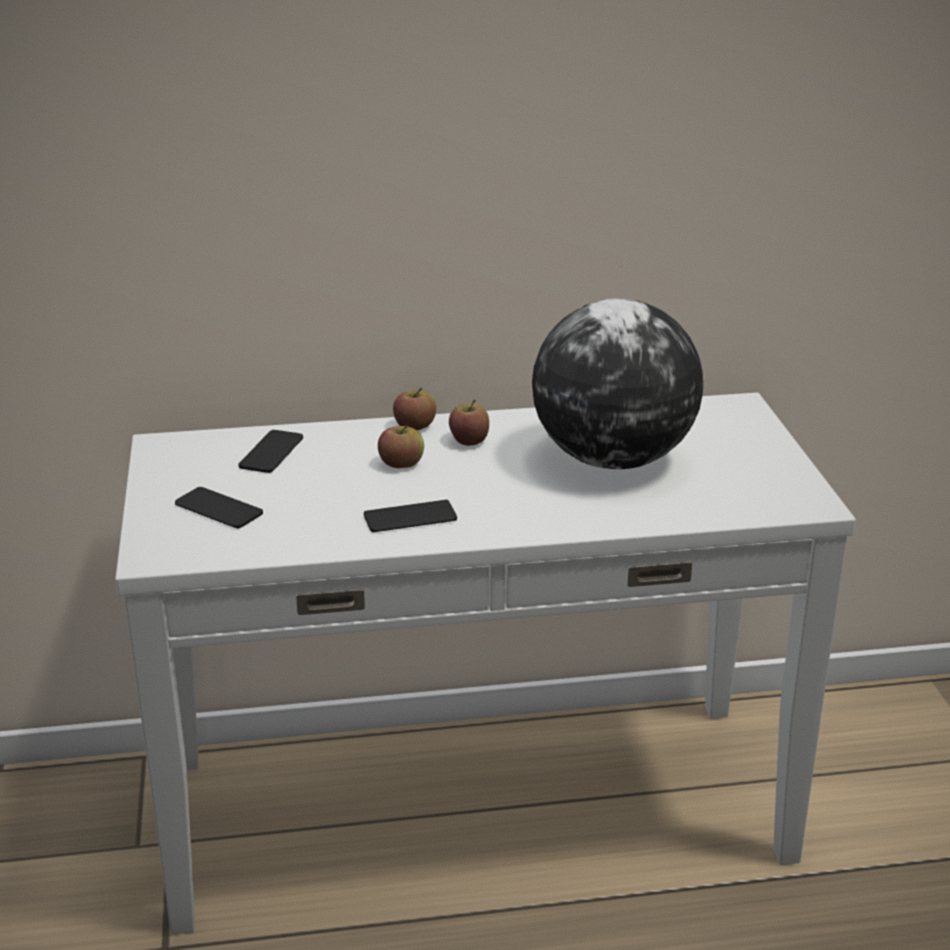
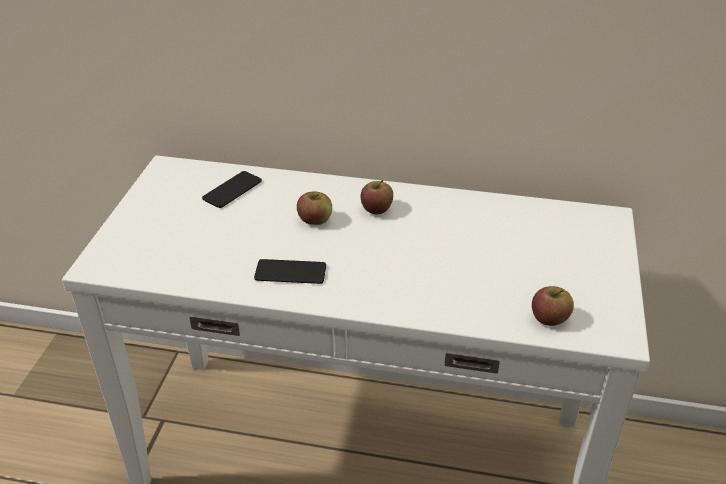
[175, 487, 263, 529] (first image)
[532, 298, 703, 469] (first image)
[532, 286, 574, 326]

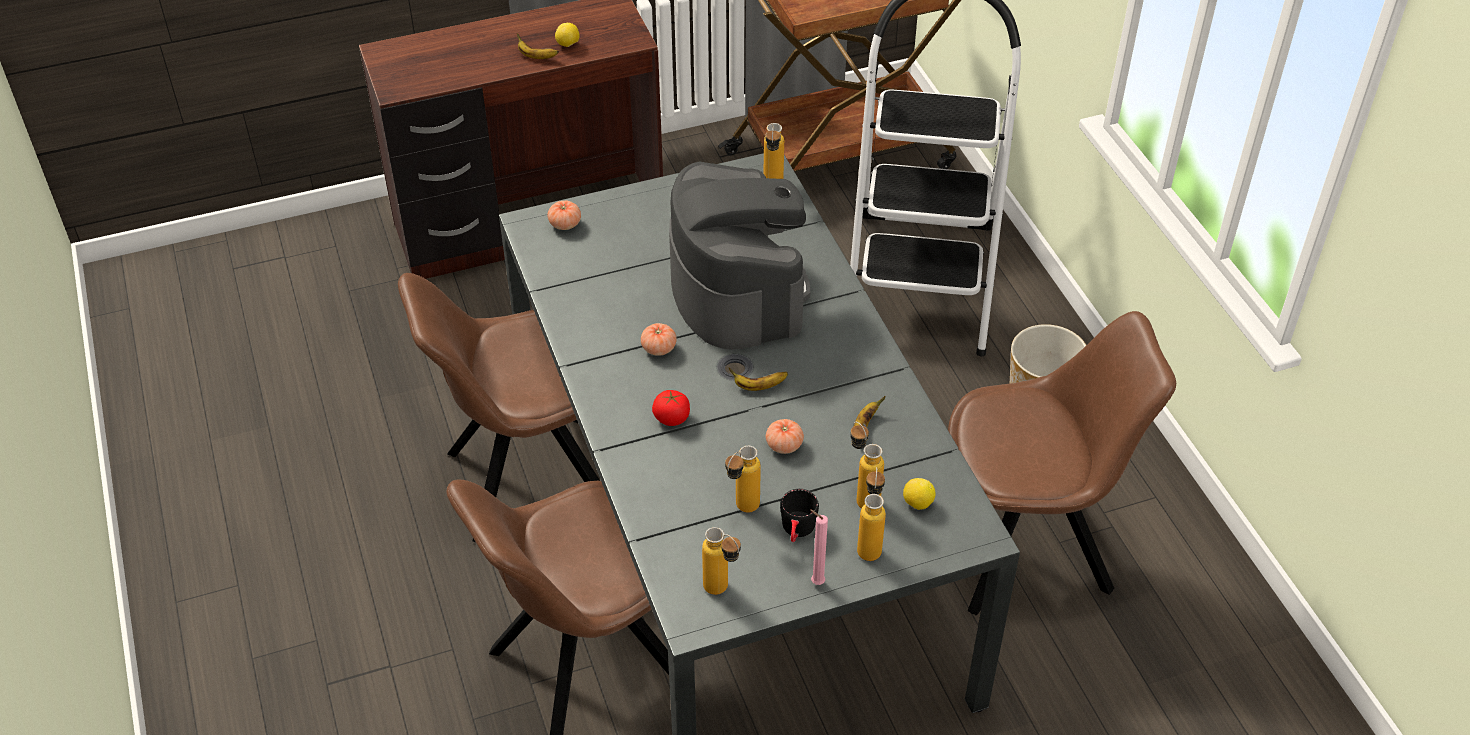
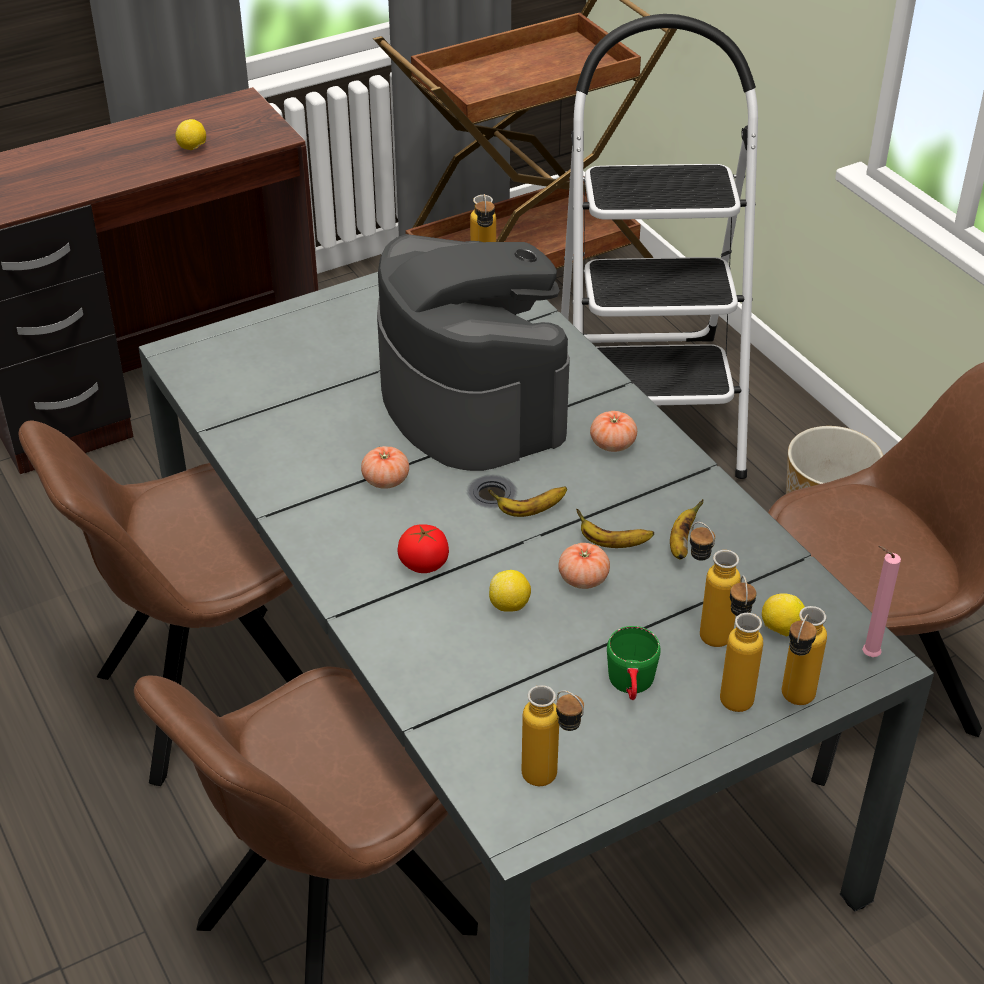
[489, 570, 531, 612]
[576, 509, 654, 548]
[590, 411, 637, 452]
[782, 606, 827, 705]
[862, 546, 901, 657]
[607, 626, 661, 700]

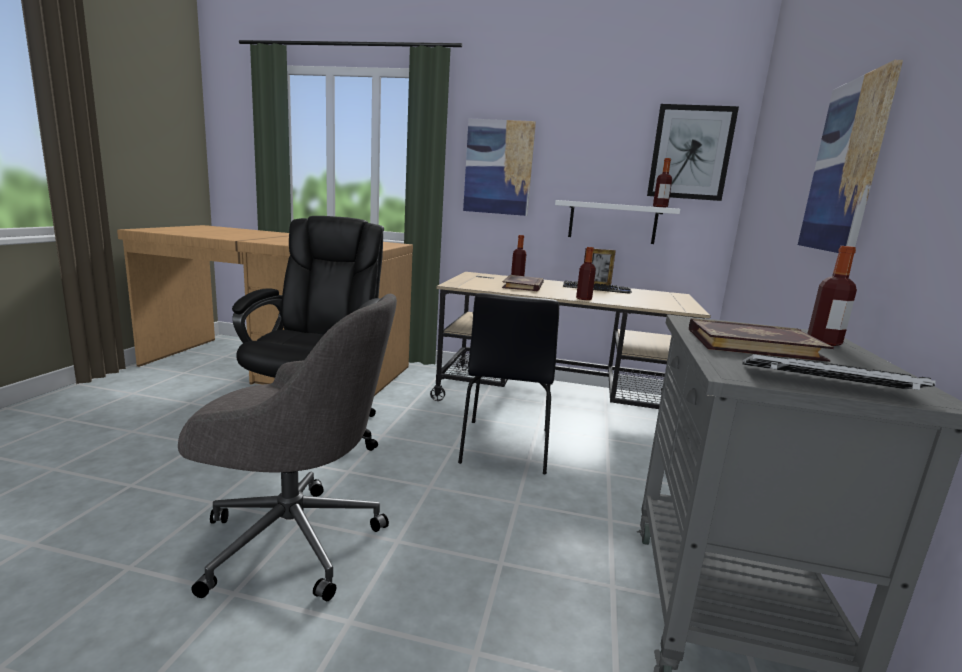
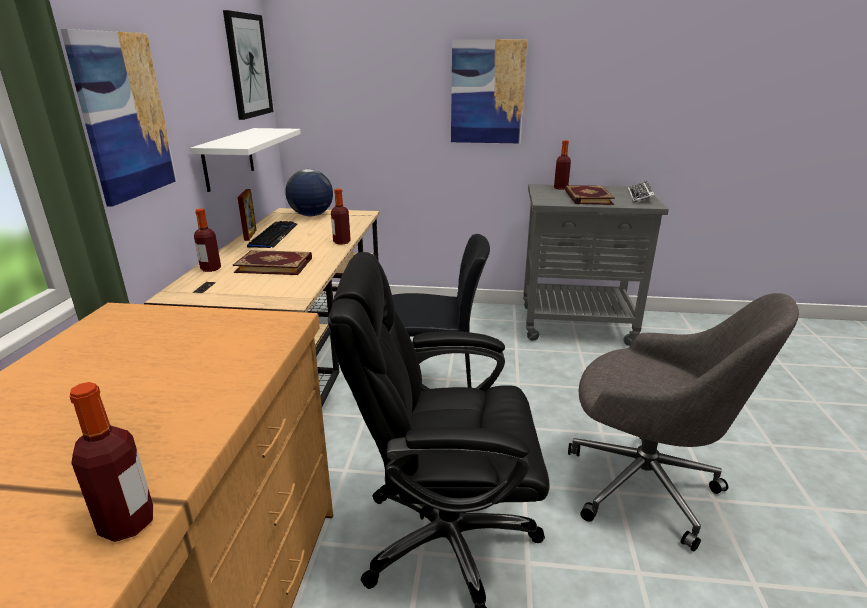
[285, 169, 333, 216]
[69, 382, 153, 542]
[568, 293, 799, 552]

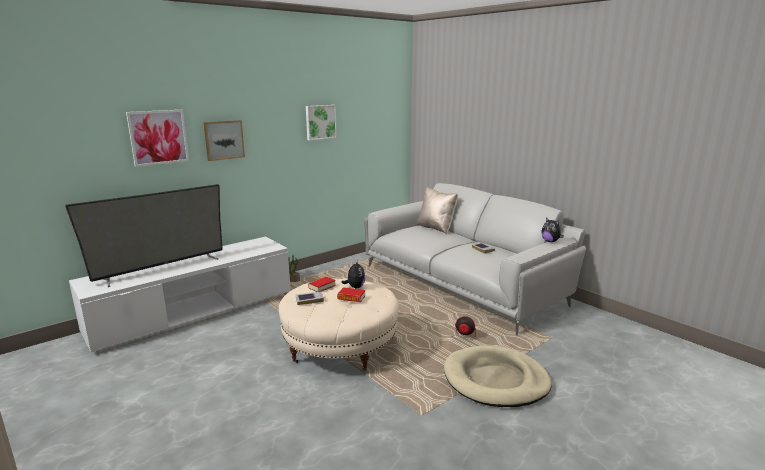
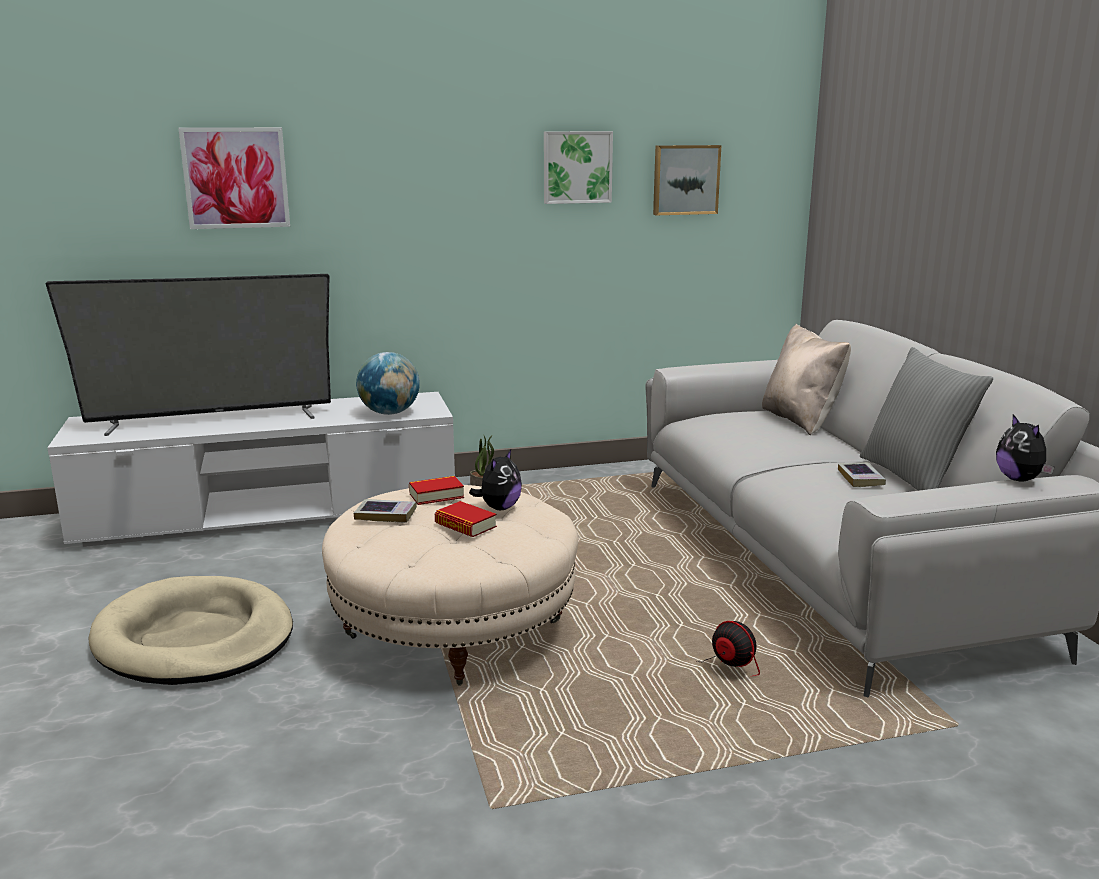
[356, 352, 420, 415]
[860, 347, 993, 491]
[653, 145, 721, 215]
[89, 576, 293, 685]

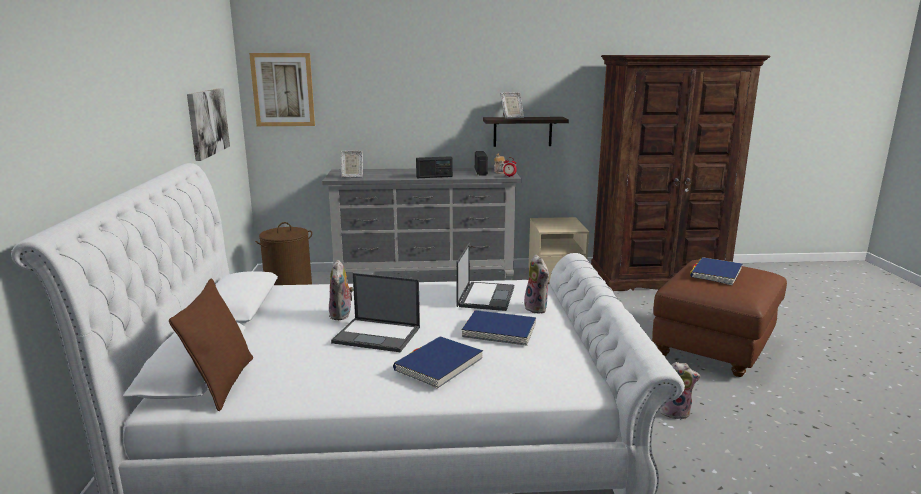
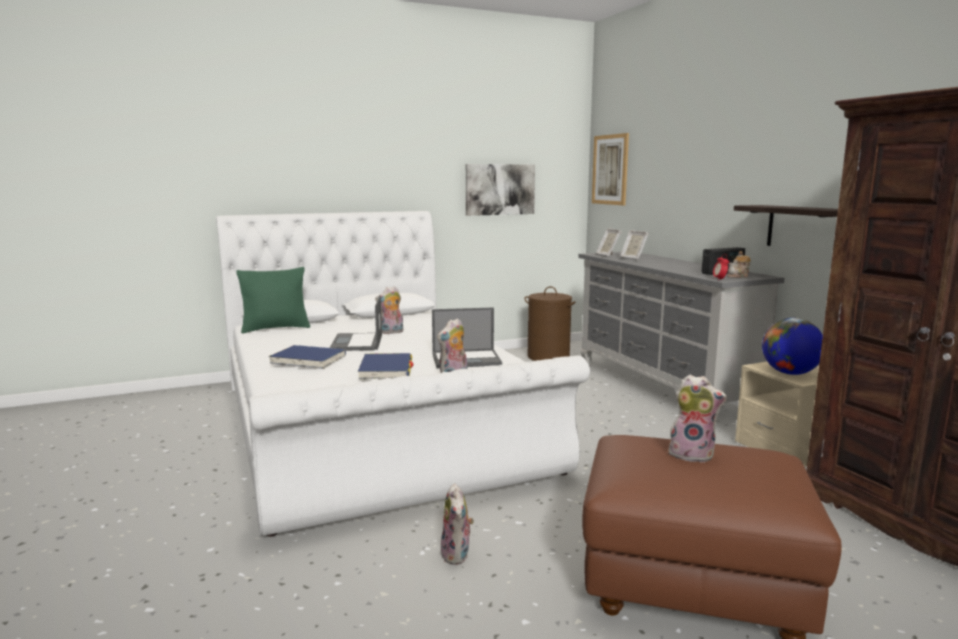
[416, 156, 453, 178] (first image)
[762, 318, 823, 375]
[620, 230, 649, 260]
[667, 374, 727, 463]
[236, 267, 310, 333]

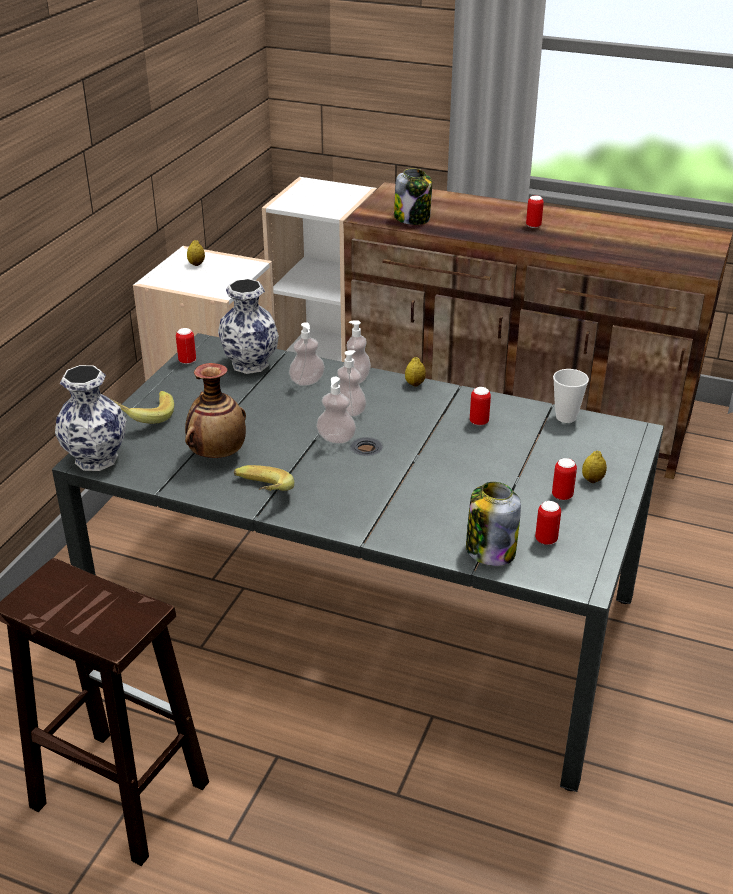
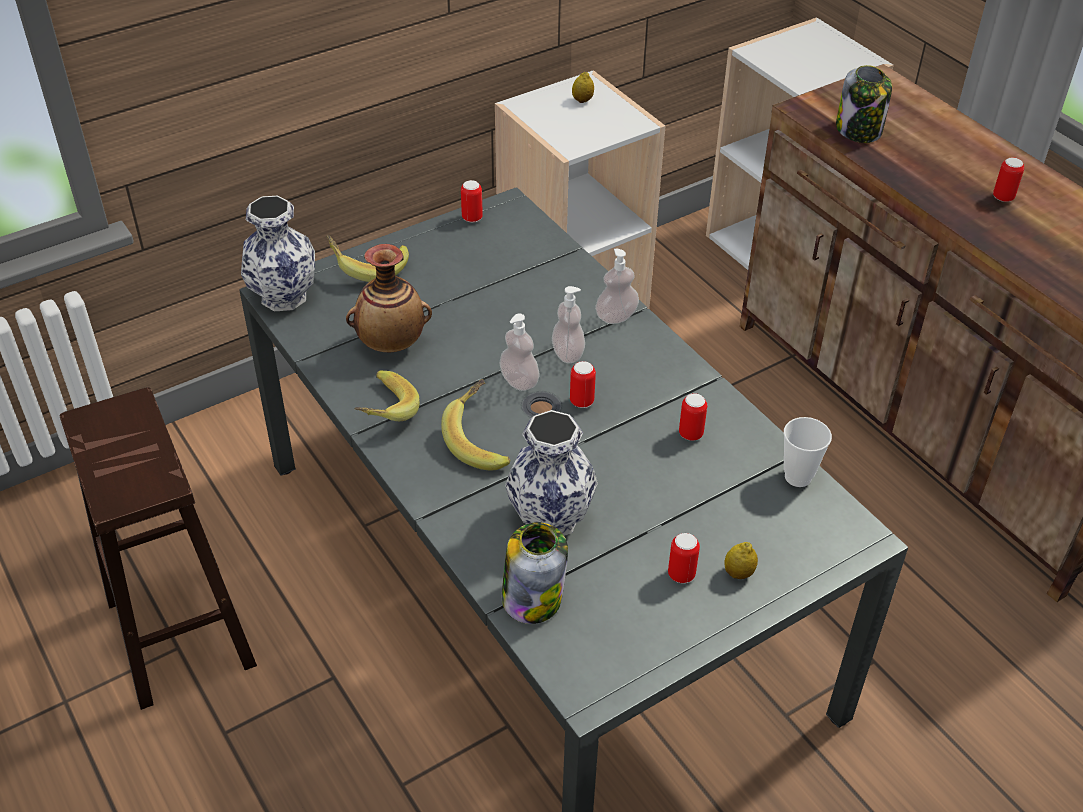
[289, 322, 325, 386] (first image)
[405, 357, 426, 387] (first image)
[441, 379, 511, 471]
[505, 410, 598, 536]
[570, 361, 596, 408]

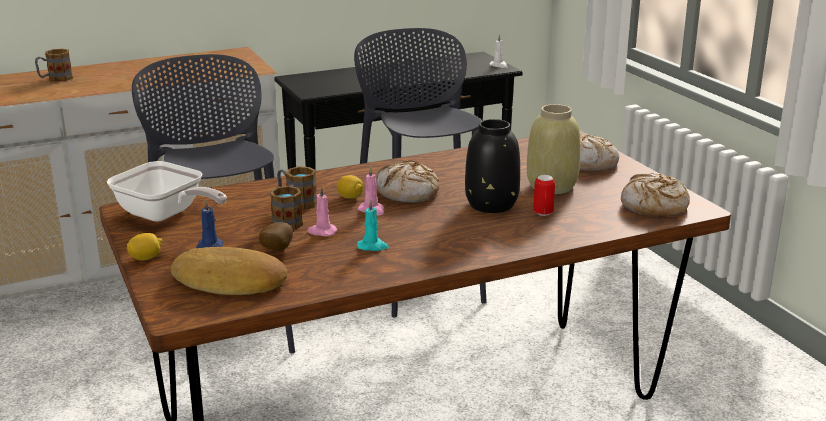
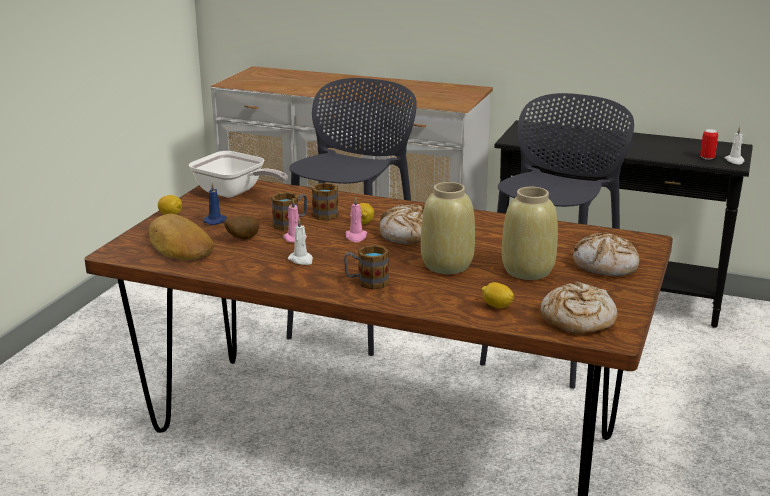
[481, 282, 514, 308]
[344, 245, 389, 289]
[700, 129, 718, 160]
[288, 218, 313, 265]
[421, 182, 475, 274]
[189, 151, 288, 198]

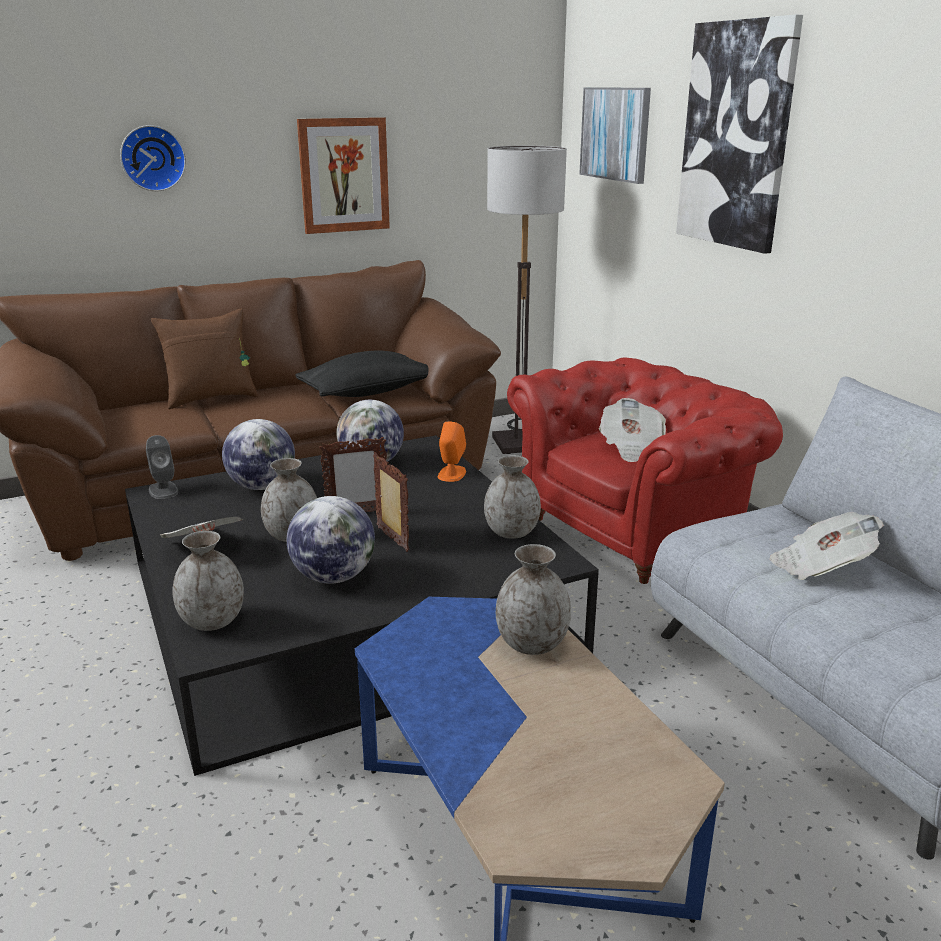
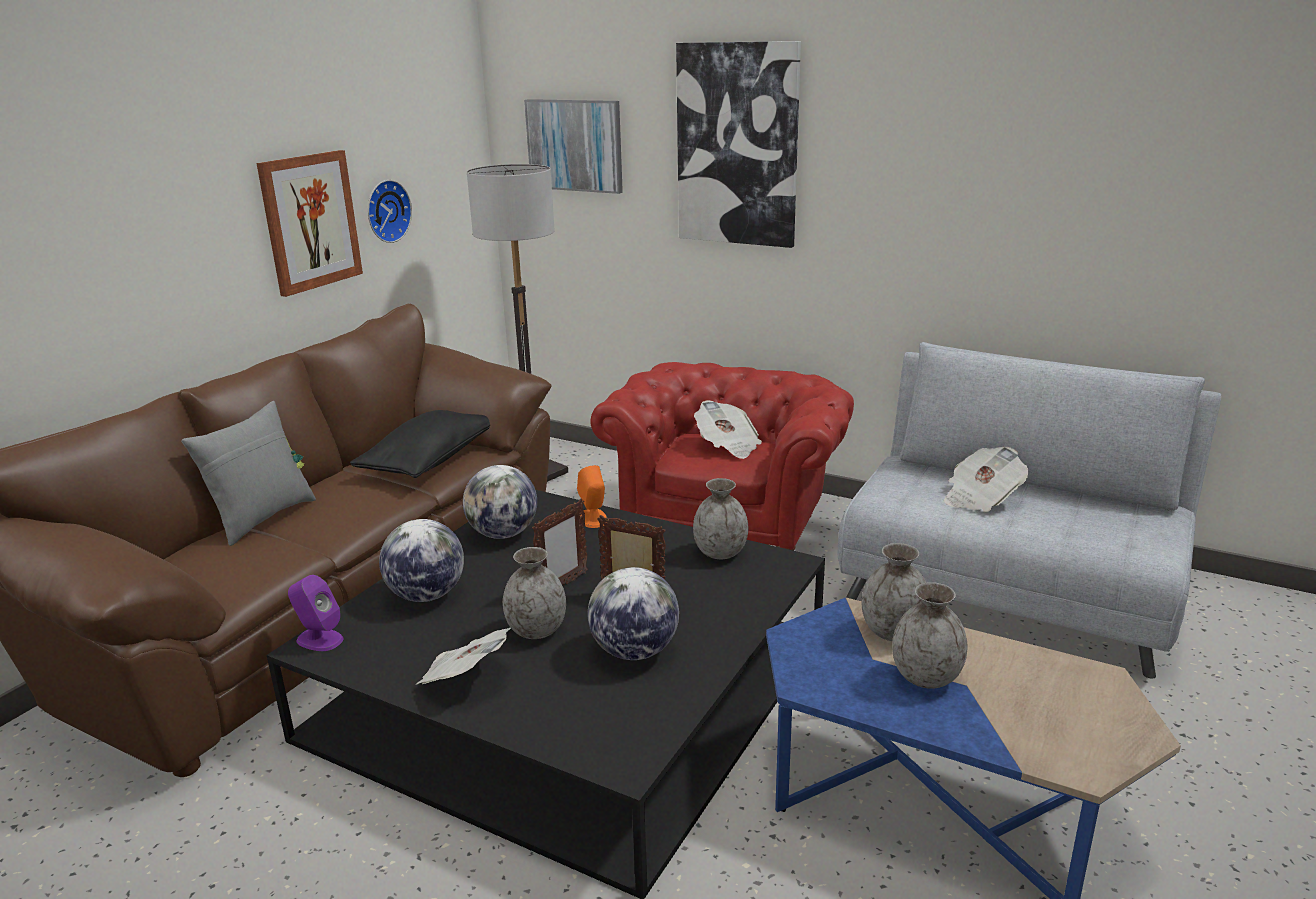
[368, 180, 412, 243]
[892, 582, 967, 689]
[288, 575, 344, 651]
[181, 401, 316, 546]

